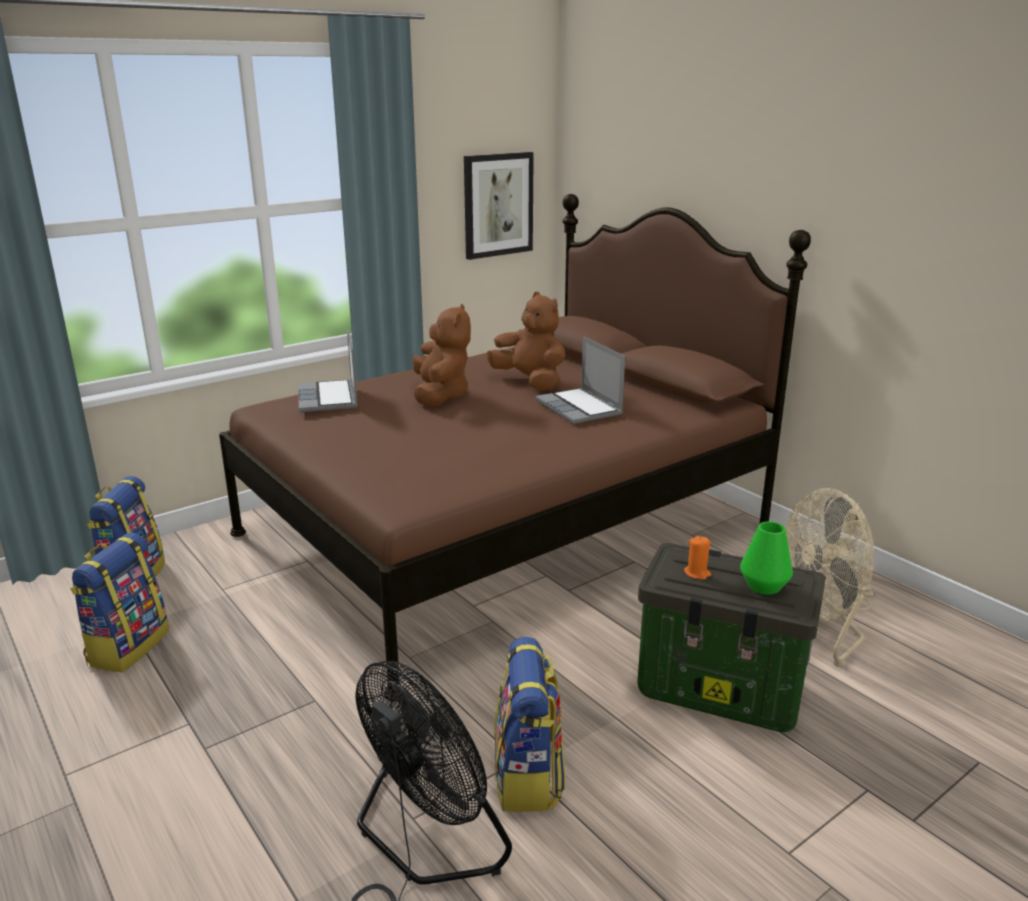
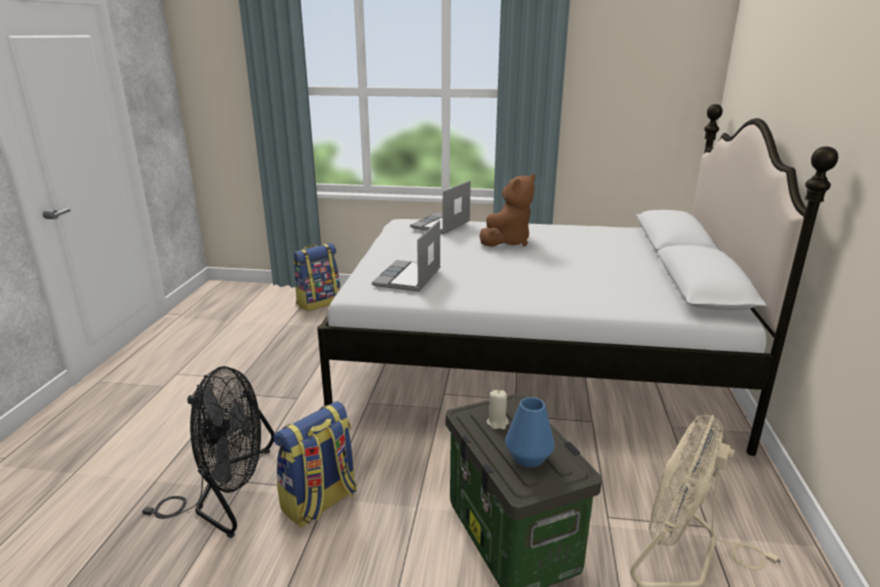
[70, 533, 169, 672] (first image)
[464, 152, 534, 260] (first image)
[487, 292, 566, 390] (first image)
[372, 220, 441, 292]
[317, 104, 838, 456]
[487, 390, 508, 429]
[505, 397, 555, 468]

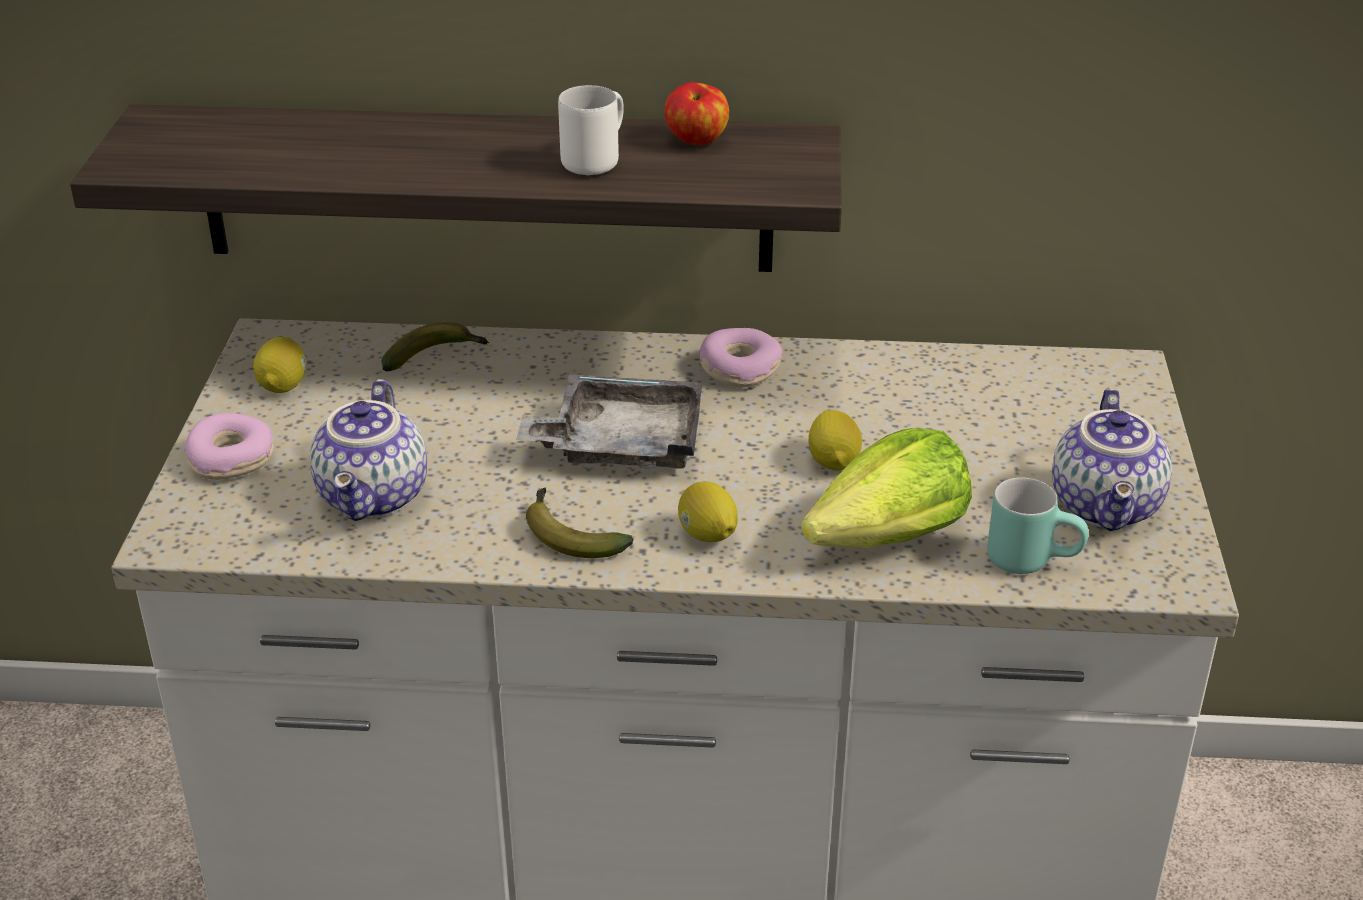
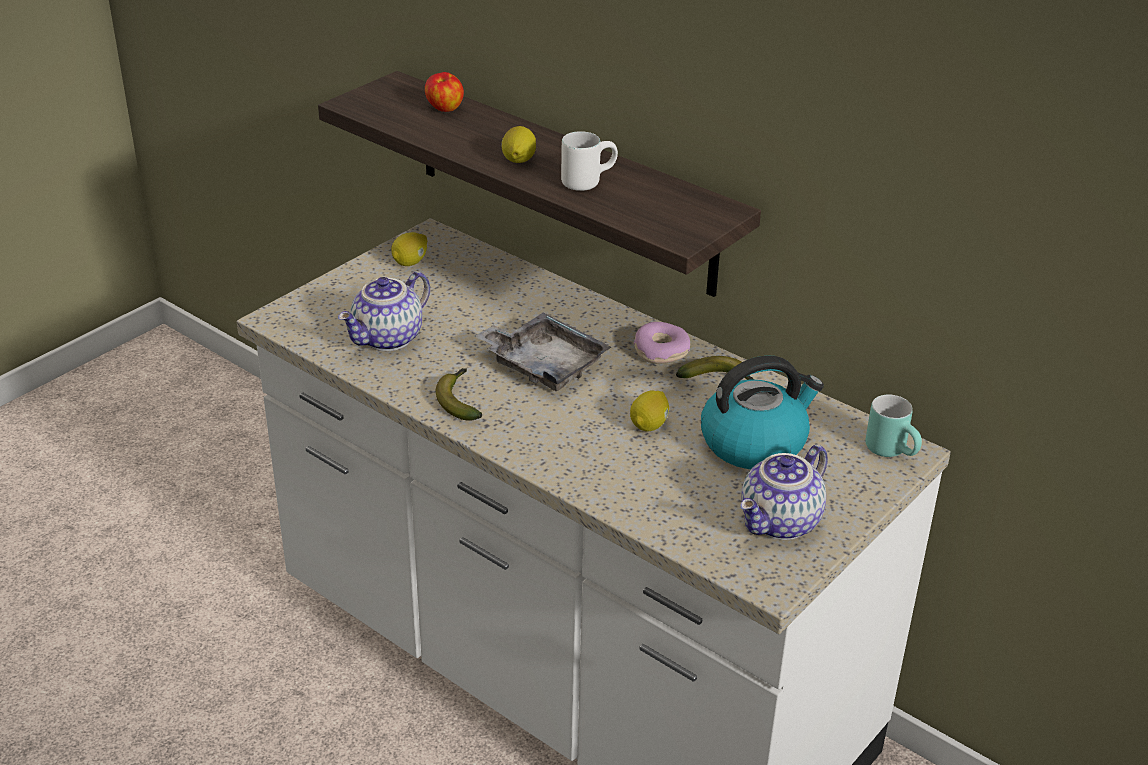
[184, 413, 274, 480] (first image)
[801, 428, 972, 548] (first image)
[701, 356, 824, 469]
[676, 356, 754, 380]
[425, 72, 464, 112]
[501, 126, 536, 163]
[866, 395, 922, 457]

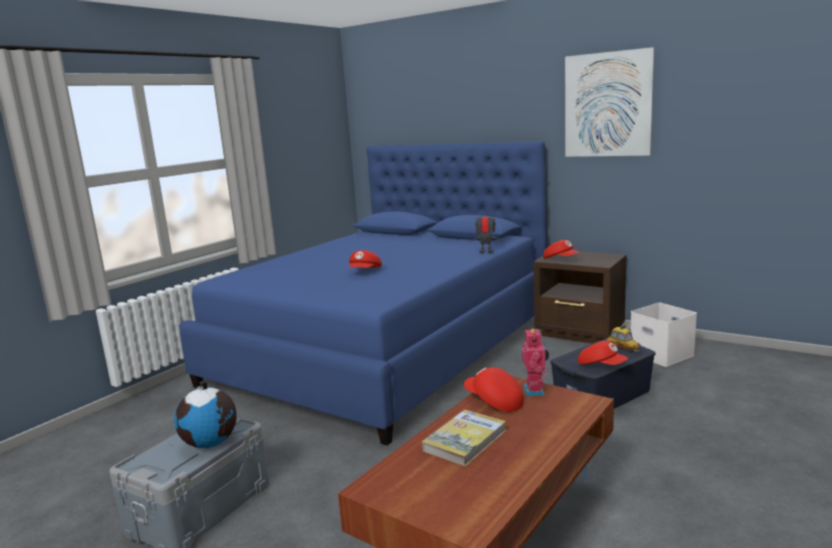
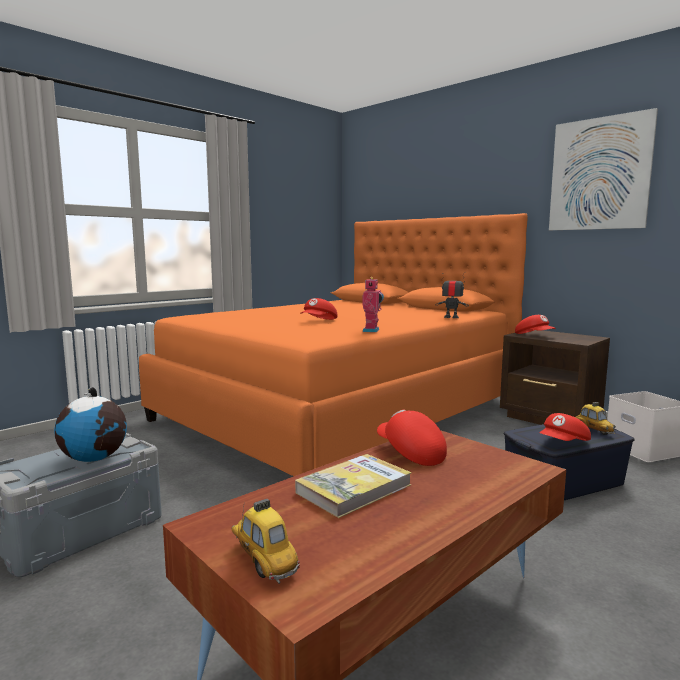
[231, 499, 300, 584]
[362, 277, 384, 332]
[139, 213, 528, 477]
[540, 413, 591, 441]

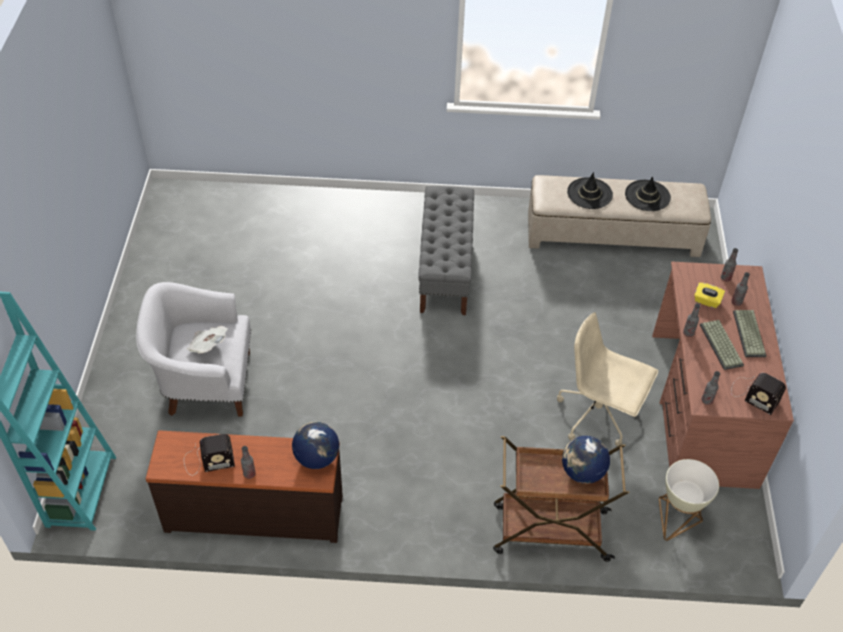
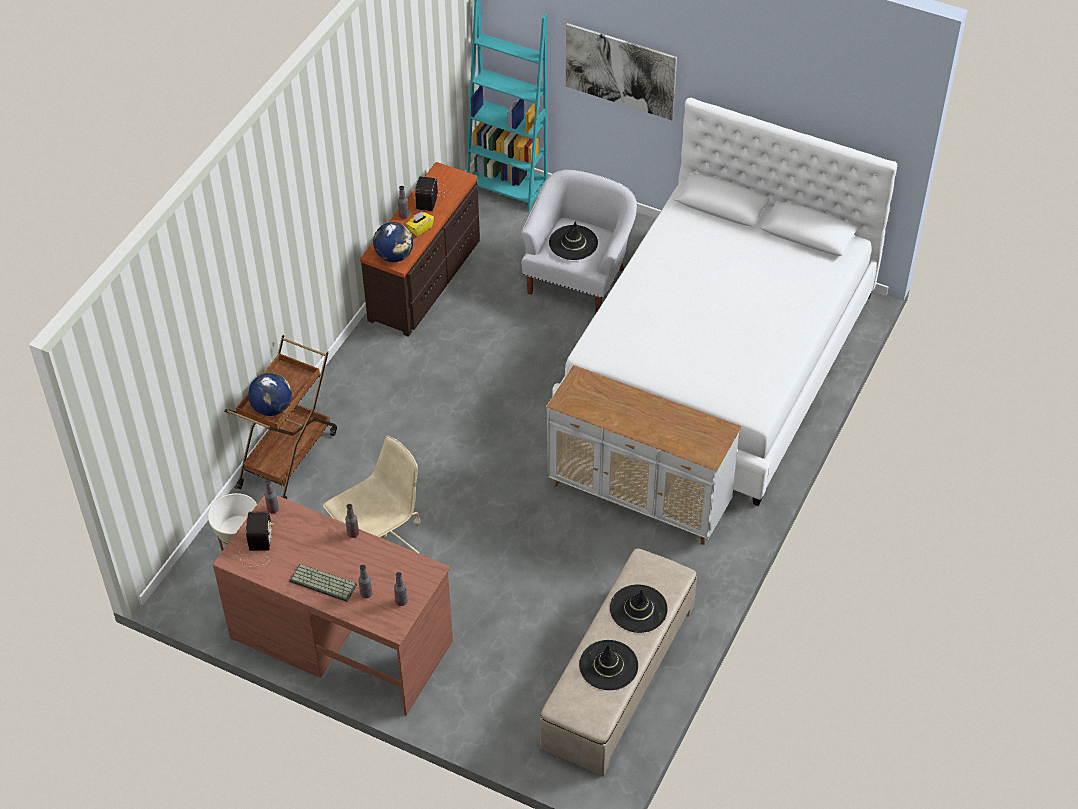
[700, 320, 744, 370] (first image)
[552, 97, 897, 506]
[566, 23, 677, 120]
[406, 211, 434, 236]
[549, 221, 598, 260]
[546, 365, 741, 545]
[232, 512, 273, 567]

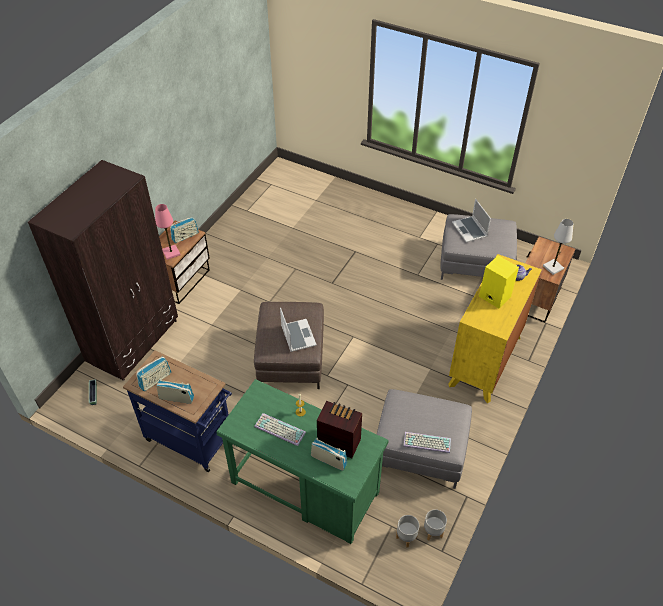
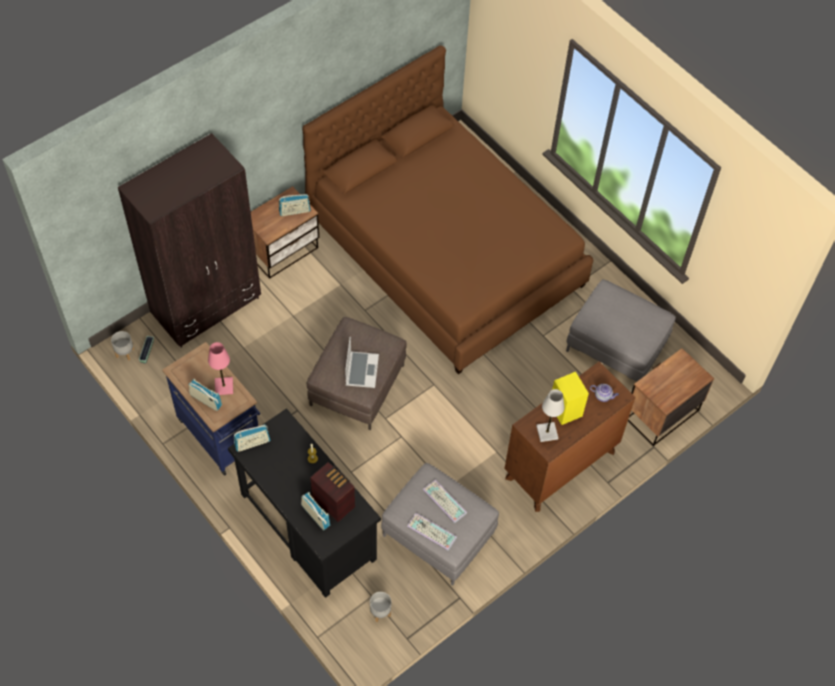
[452, 199, 491, 242] (first image)
[302, 45, 593, 374]
[234, 424, 270, 452]
[208, 342, 233, 395]
[423, 480, 467, 523]
[111, 331, 134, 361]
[536, 389, 564, 442]
[228, 409, 381, 598]
[504, 361, 636, 512]

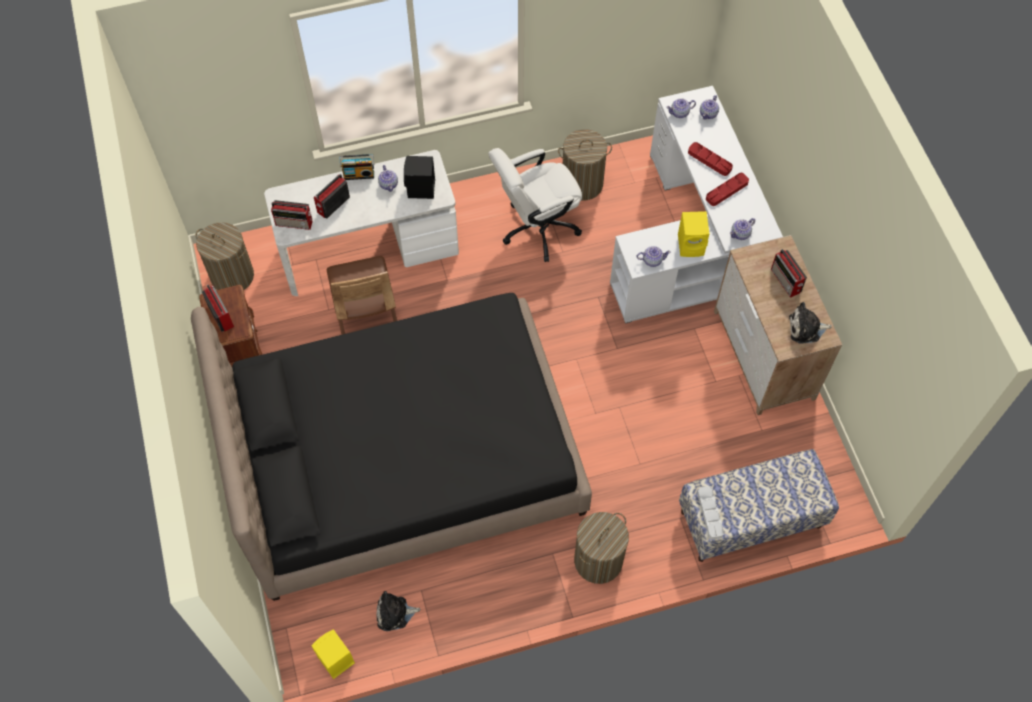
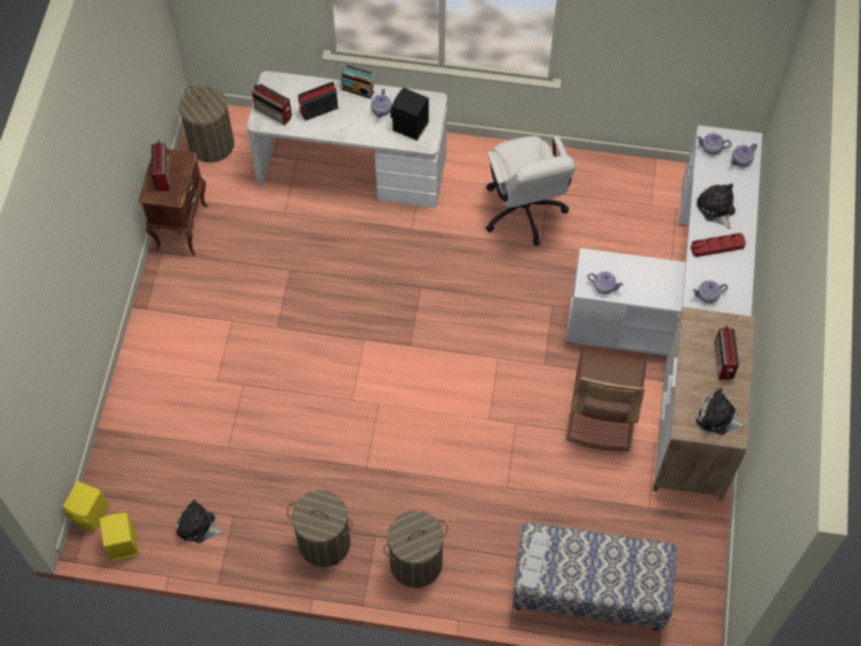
[191, 293, 592, 601] (first image)
[566, 349, 646, 451]
[287, 490, 352, 567]
[63, 481, 110, 532]
[697, 183, 735, 229]
[486, 135, 576, 246]

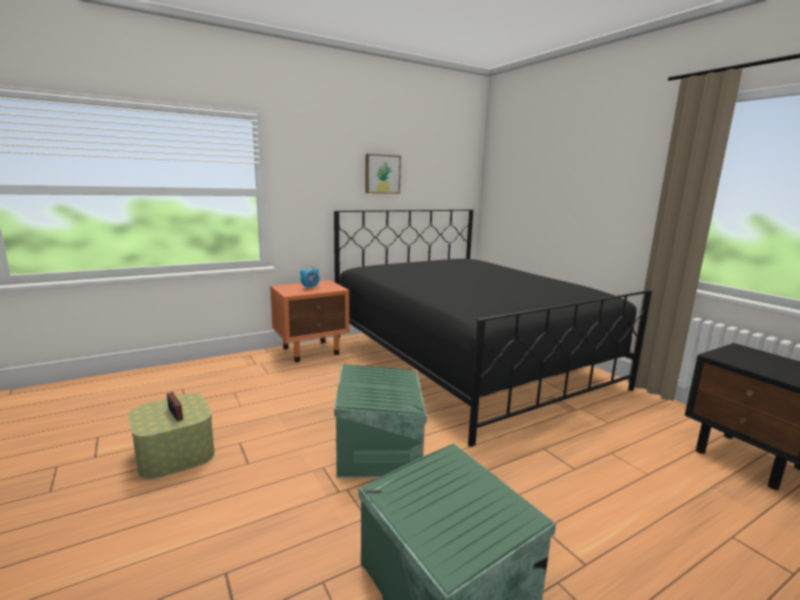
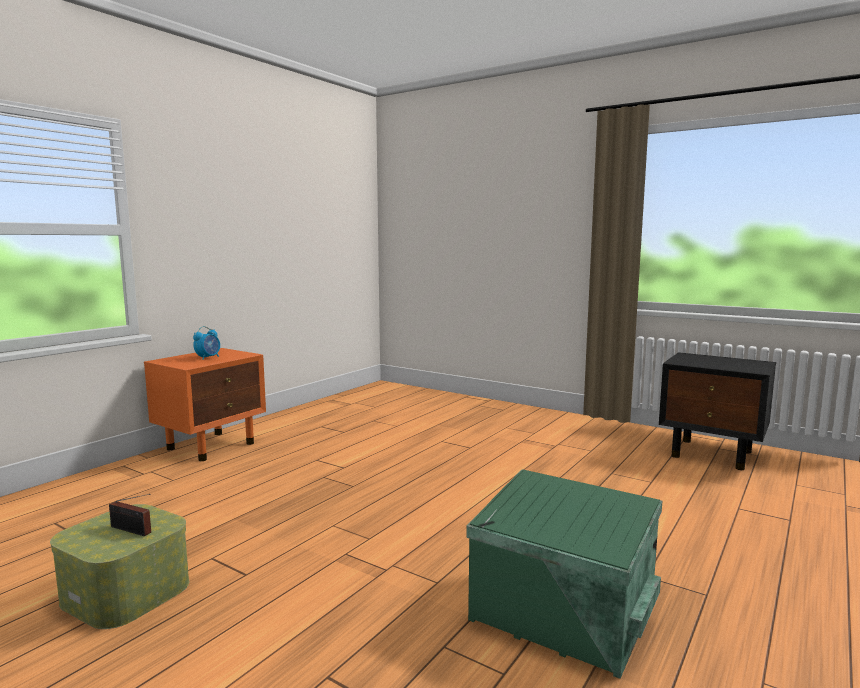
[334, 210, 652, 447] (first image)
[334, 364, 427, 478] (first image)
[365, 154, 401, 194] (first image)

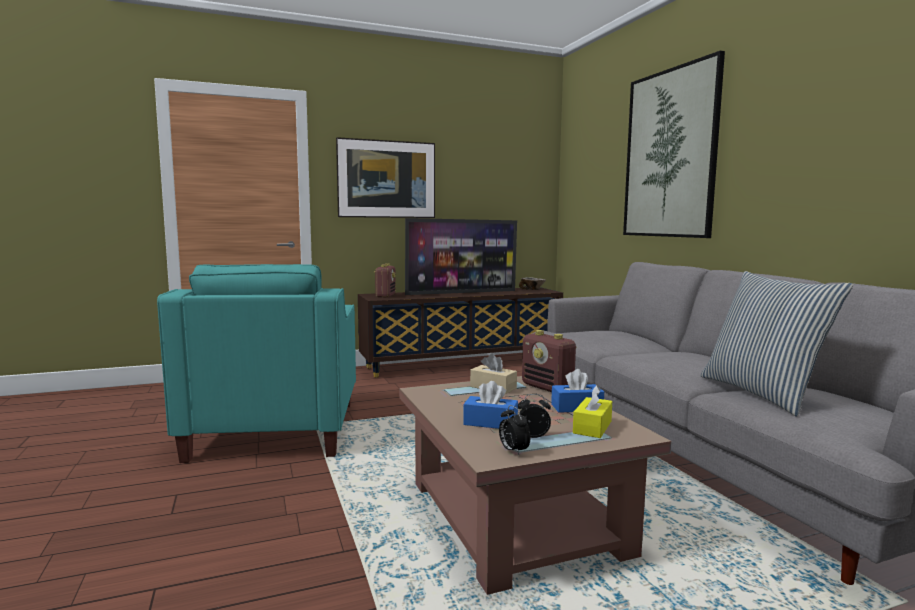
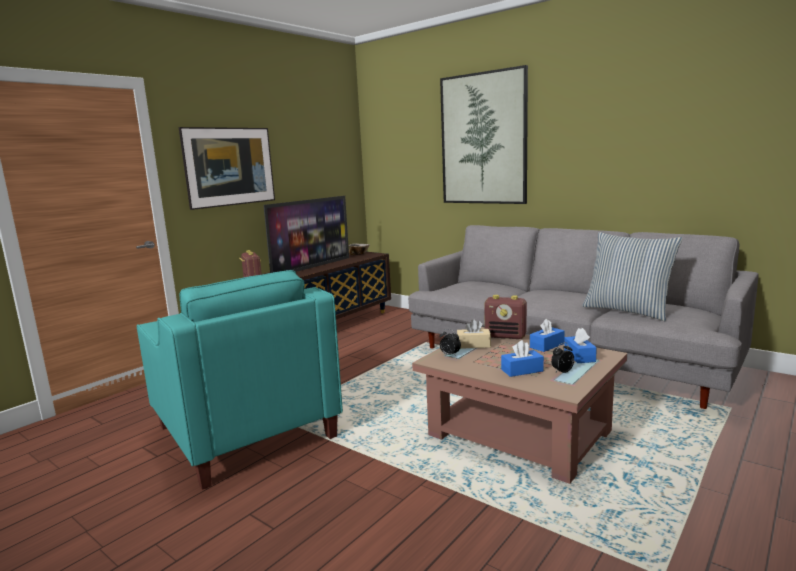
[440, 329, 461, 356]
[564, 328, 597, 363]

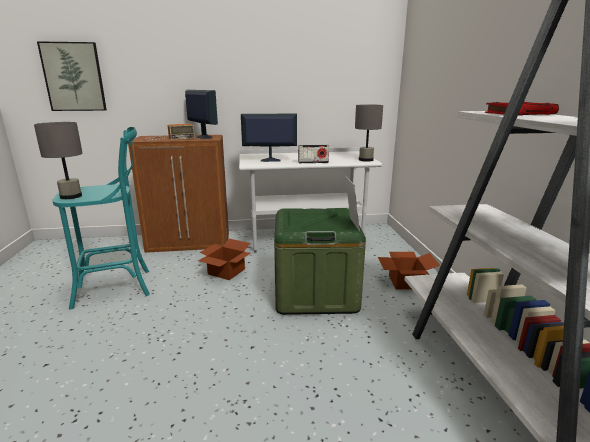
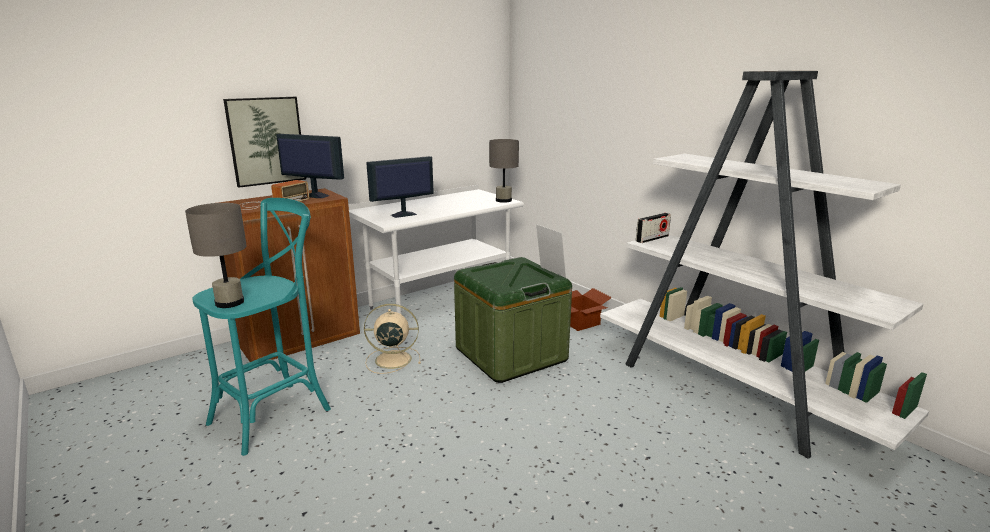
[485, 102, 559, 116] (first image)
[223, 97, 306, 188]
[636, 213, 671, 243]
[364, 304, 421, 374]

